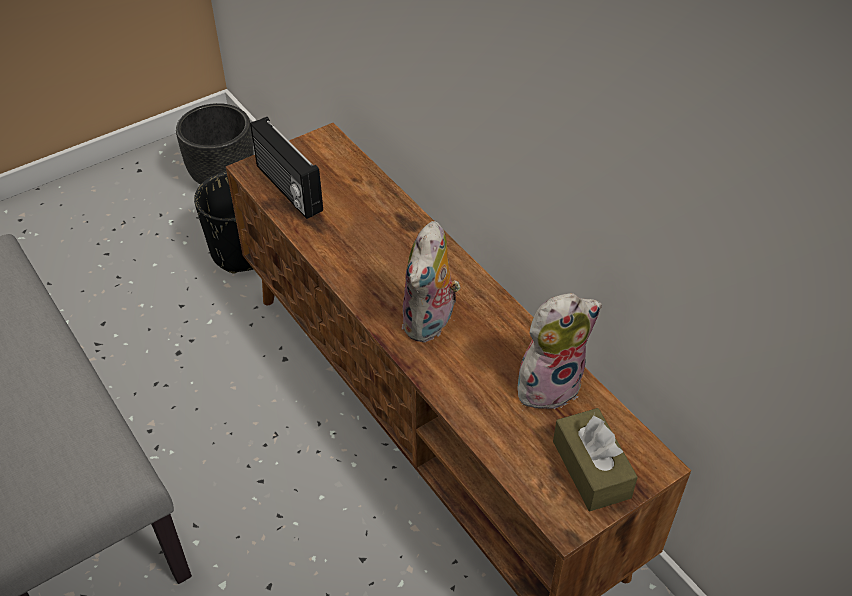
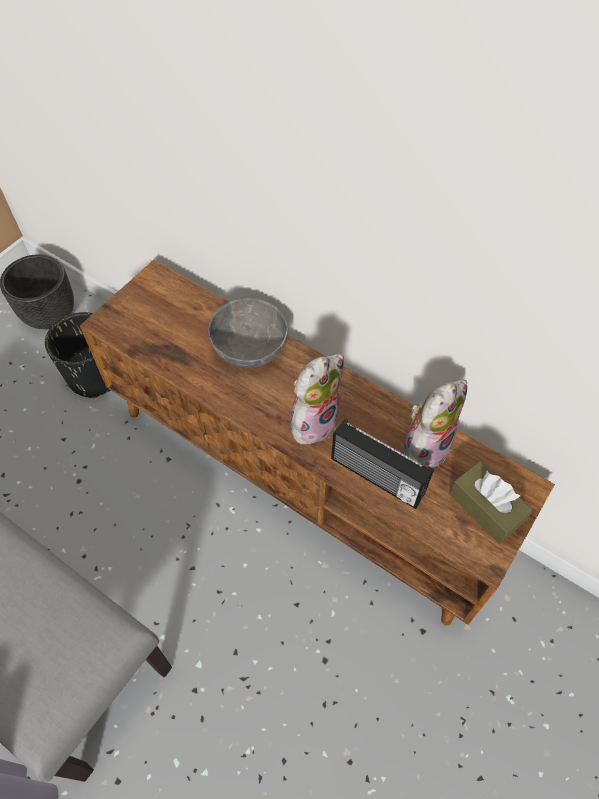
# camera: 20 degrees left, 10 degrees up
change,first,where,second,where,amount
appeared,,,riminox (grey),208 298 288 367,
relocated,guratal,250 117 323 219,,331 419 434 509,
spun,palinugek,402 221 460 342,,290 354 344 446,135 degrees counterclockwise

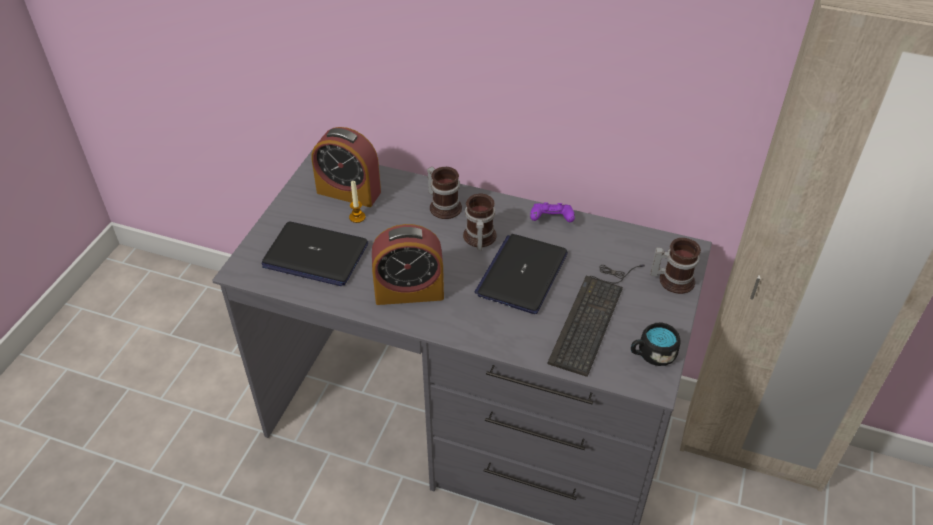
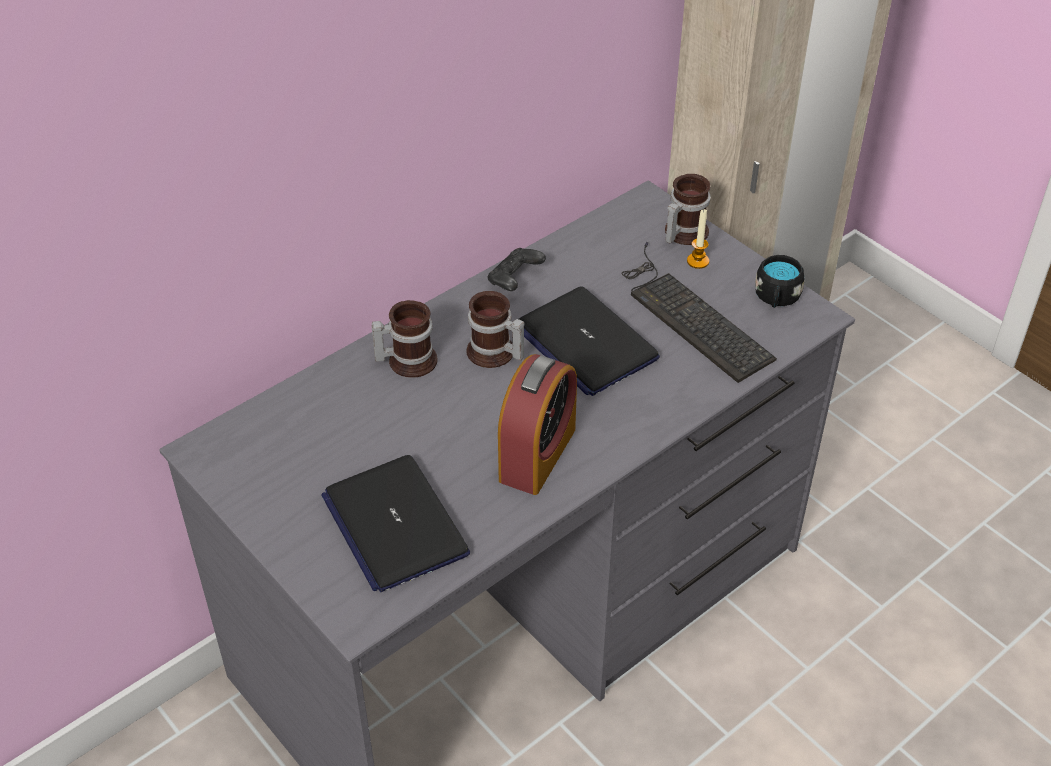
# camera: 60 degrees left, 0 degrees up
change,first,where,second,where,amount
missing,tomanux,312 127 381 207,,,
relocated,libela,349 181 366 223,,687 209 709 269,
colour,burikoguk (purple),530 203 575 222,burikoguk (black),487 248 546 291,
spun,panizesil,261 222 368 286,,321 455 470 592,105 degrees clockwise

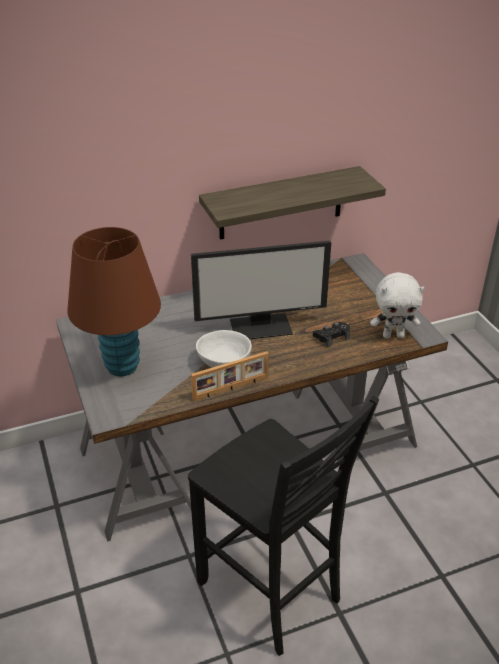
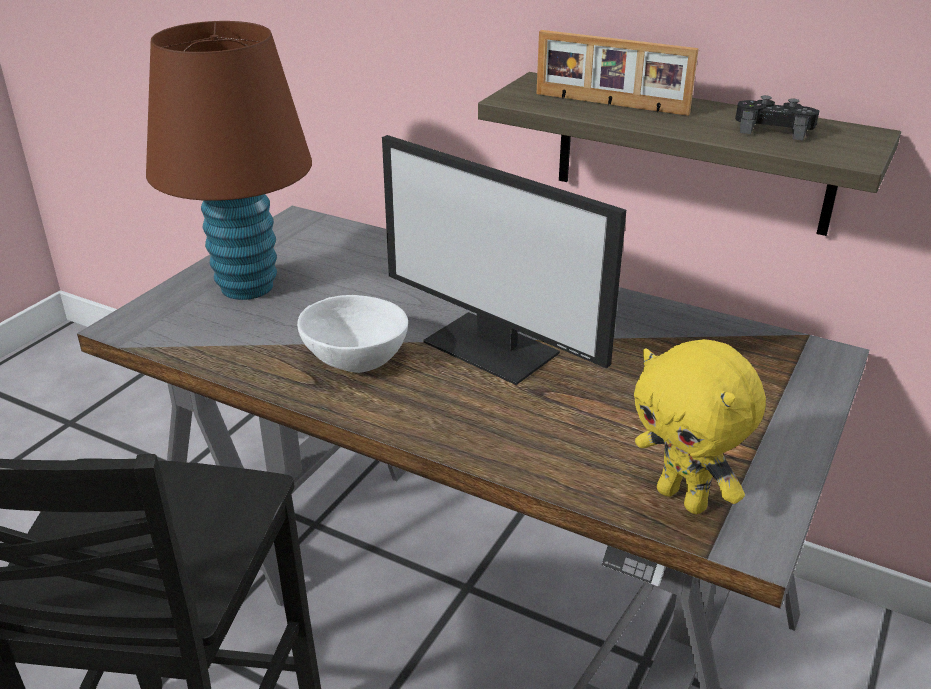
# camera: 50 degrees right, 5 degrees down
change,first,where,second,where,amount
relocated,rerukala,191 351 269 401,,536 30 699 116,
relocated,burikoguk (black),313 322 350 347,,735 95 820 141,
colour,palinugek (white),370 272 425 339,palinugek (yellow),634 339 766 514,

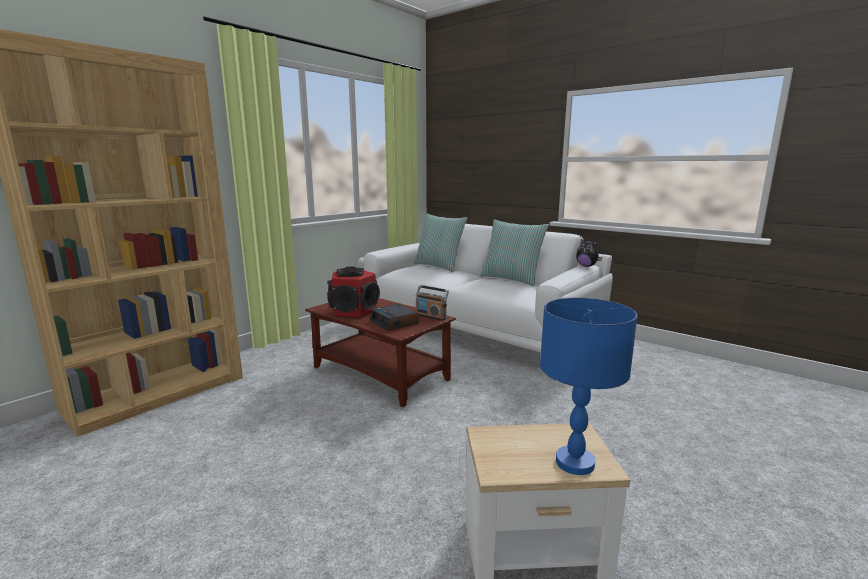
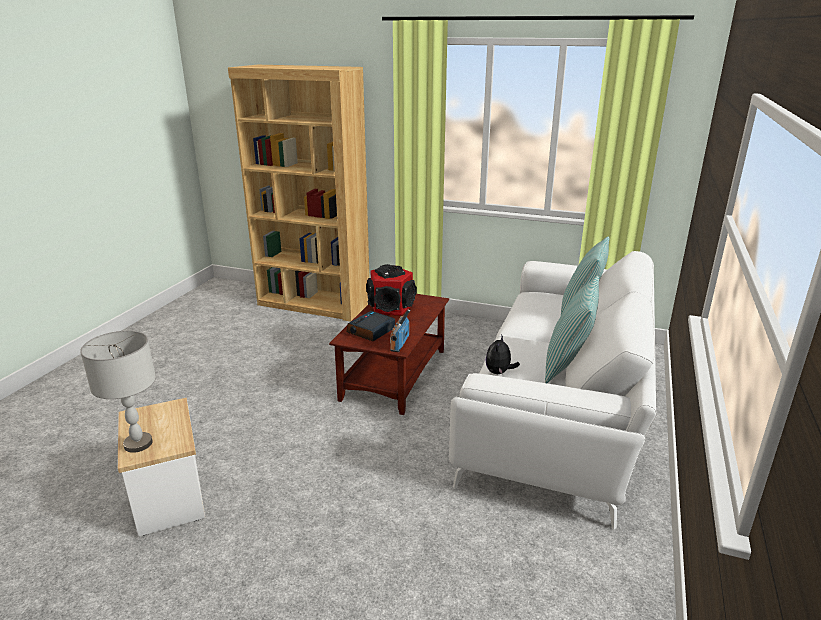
# camera: 70 degrees right, 10 degrees up
change,first,where,second,where,amount
relocated,palinugek,576 239 602 267,,486 336 520 374,
colour,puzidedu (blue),540 298 637 475,puzidedu (grey),80 331 156 453,

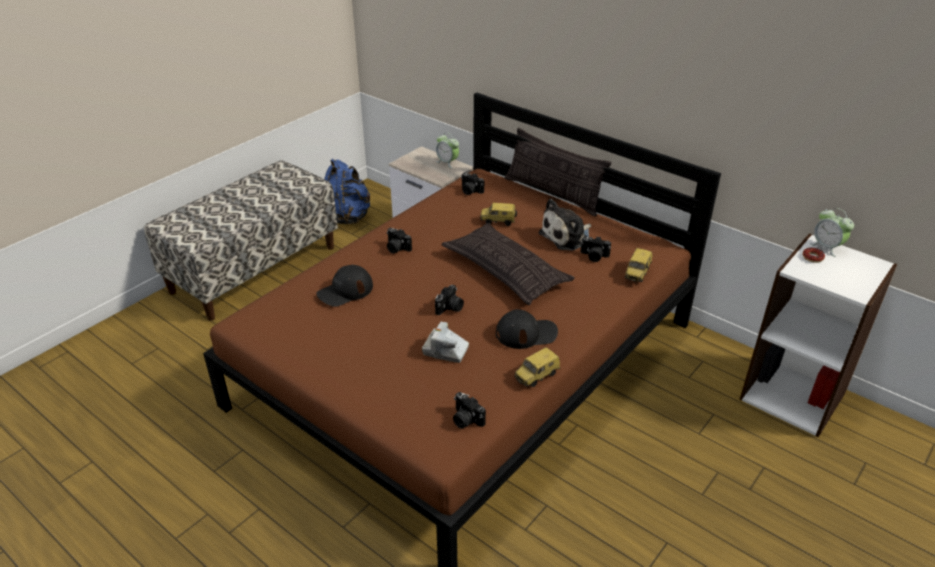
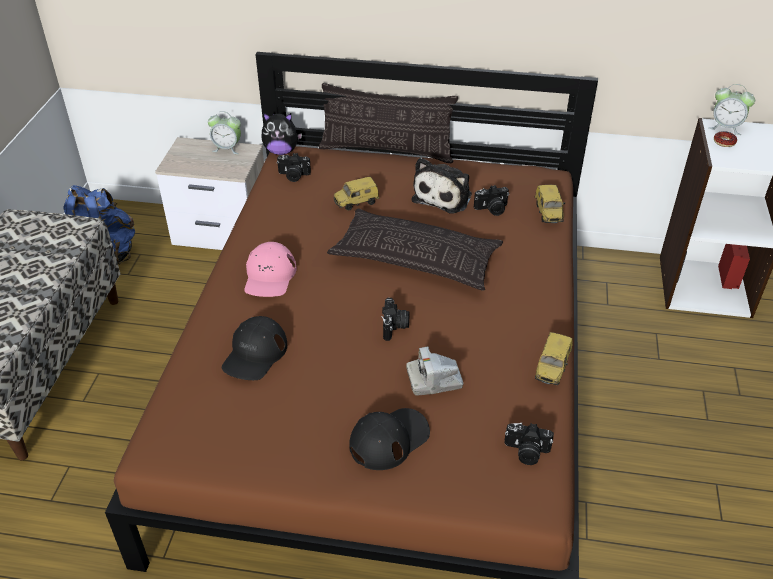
# camera: 30 degrees left, 5 degrees up
change,first,where,second,where,amount
appeared,,,palinugek,261 113 302 155,
relocated,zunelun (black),496 309 558 349,,349 408 430 470,
exchanged,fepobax,387 228 412 253,zunelun (pink),244 242 297 297,

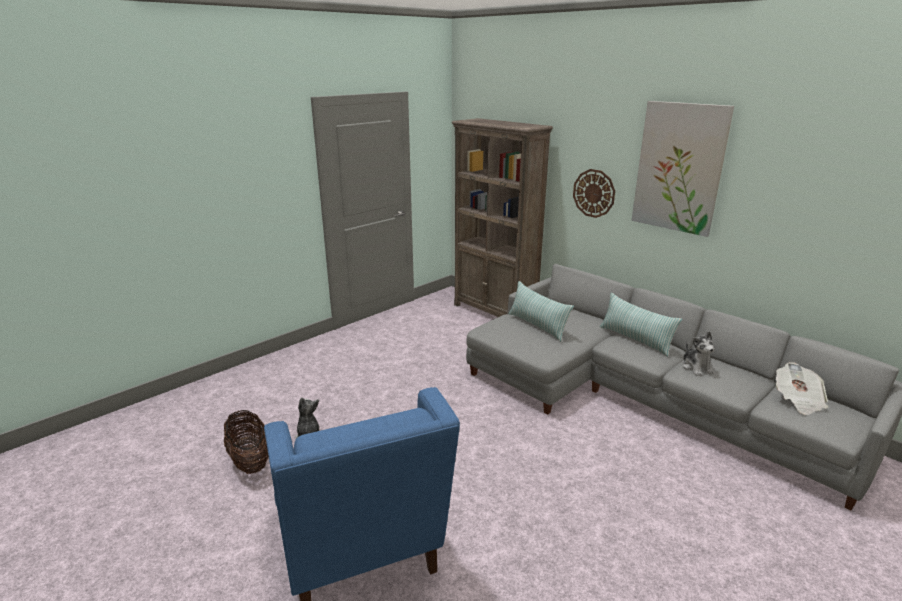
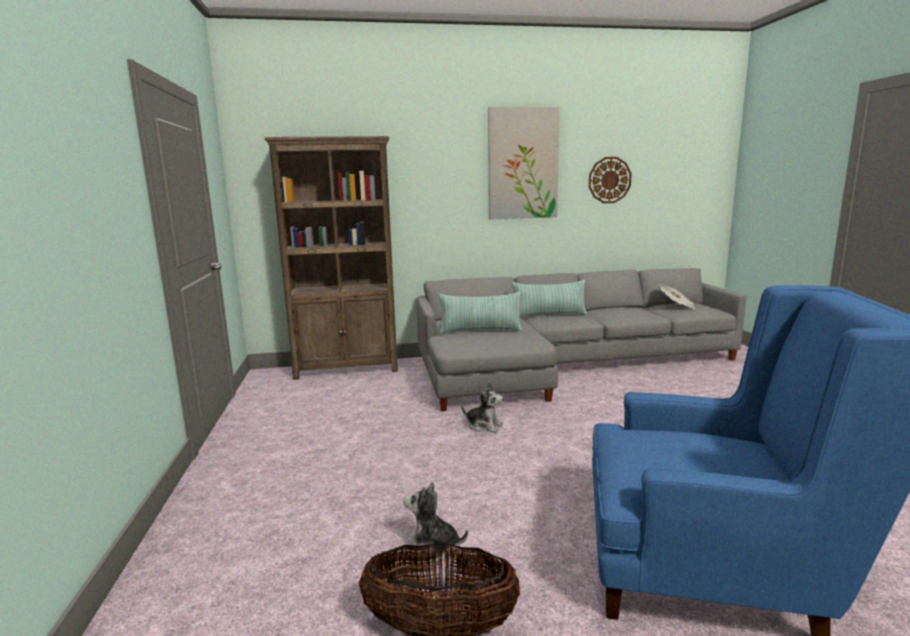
# camera: 55 degrees left, 10 degrees down
change,first,where,second,where,amount
relocated,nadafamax,573 169 615 218,,589 157 632 203,
relocated,palinugek,682 331 714 376,,462 382 504 433,

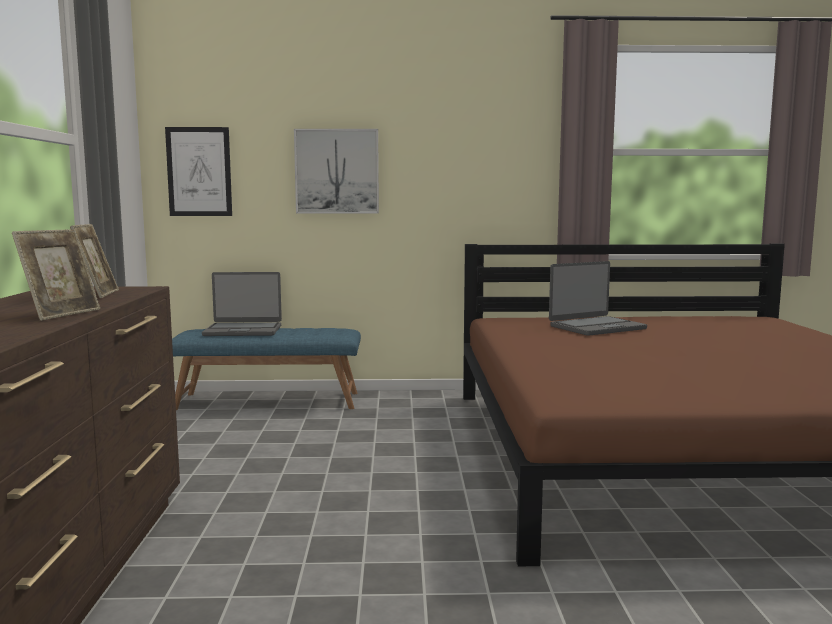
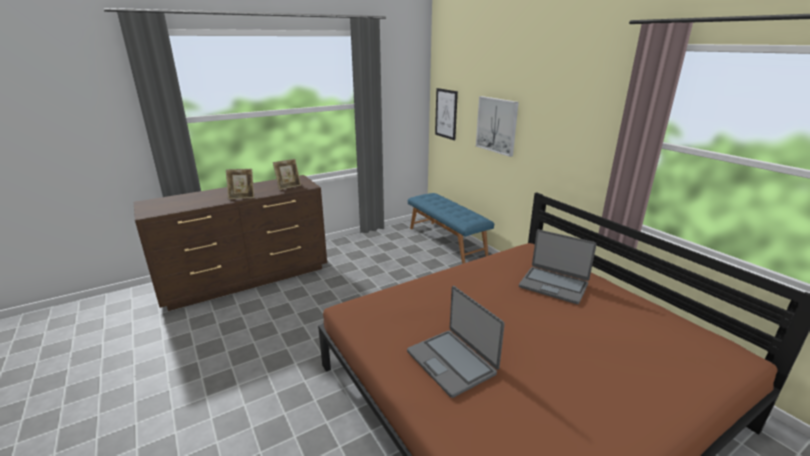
# camera: 60 degrees right, 15 degrees up
change,first,where,second,where,amount
relocated,panizesil,202 272 282 336,,407 286 505 398,

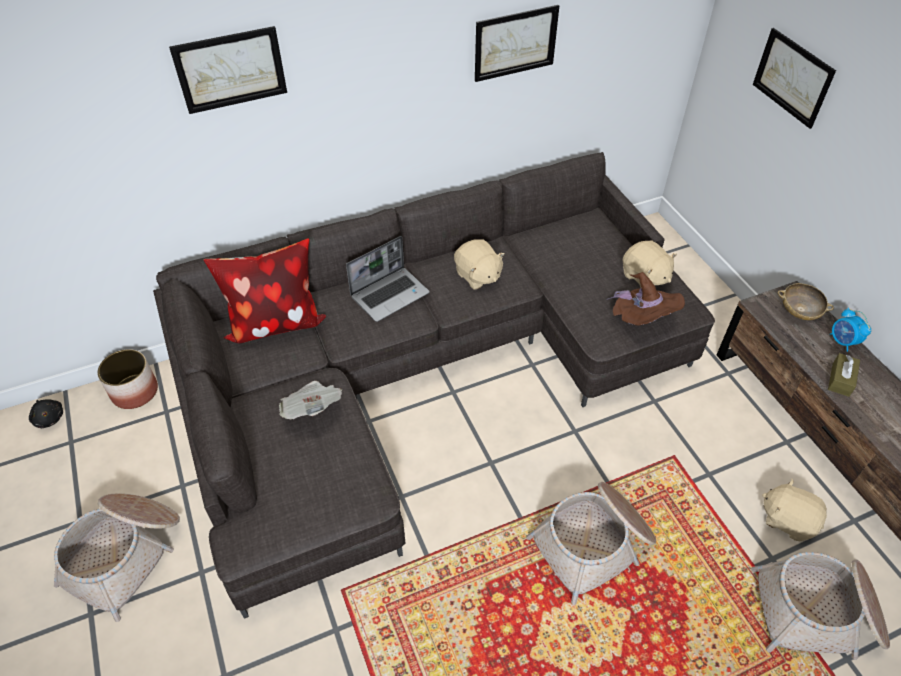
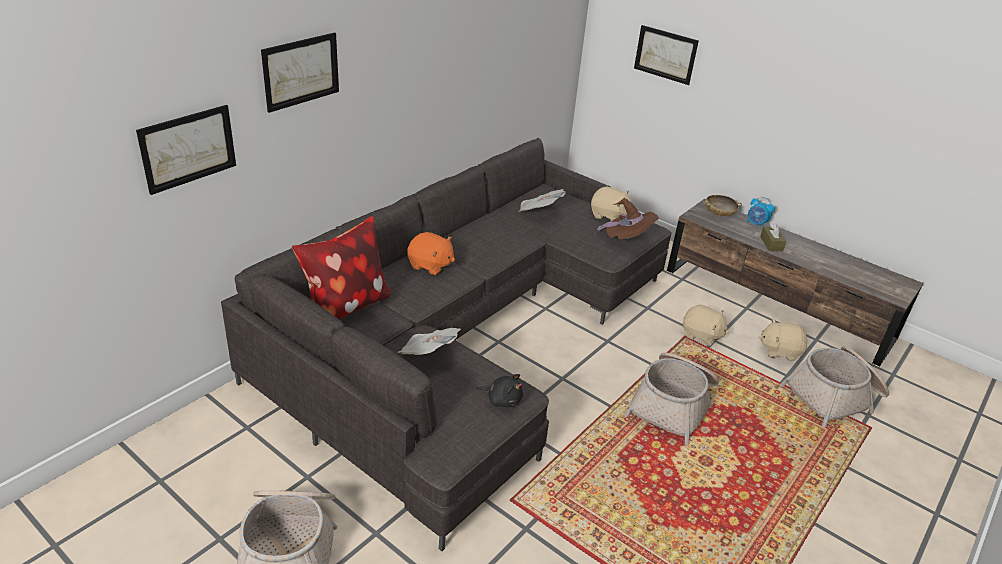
# camera: 30 degrees left, 15 degrees down
change,first,where,second,where,amount
missing,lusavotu,97 349 158 409,,,
appeared,,,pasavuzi,519 189 566 212,
relocated,palinugek (black),29 399 63 428,,476 374 523 407,
relocated,palinugek (beige),454 239 505 290,,683 304 729 346,
relocated,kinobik,475 5 559 82,,136 105 236 195,
exchanged,panizesil,346 236 430 322,palinugek (orange),407 232 455 275,

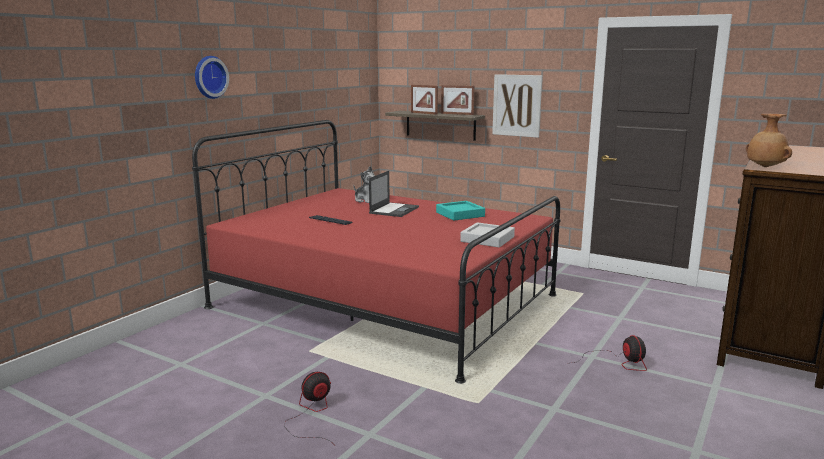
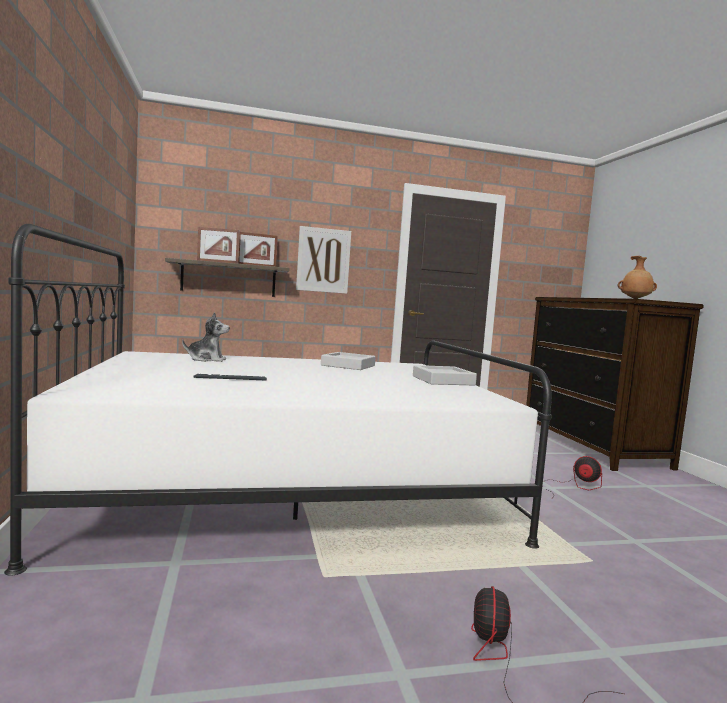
# camera: 45 degrees left, 10 degrees down
change,first,where,second,where,amount
missing,nadafamax,195 56 229 99,,,
missing,panizesil,369 171 419 217,,,
colour,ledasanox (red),192 120 561 384,ledasanox (white),4 224 552 576,
colour,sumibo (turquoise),436 201 485 221,sumibo (grey),321 352 376 370,

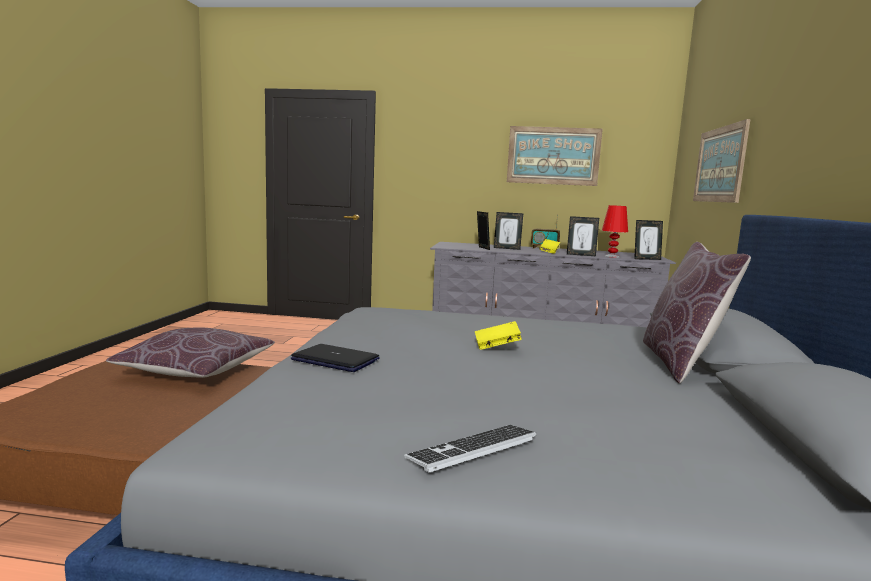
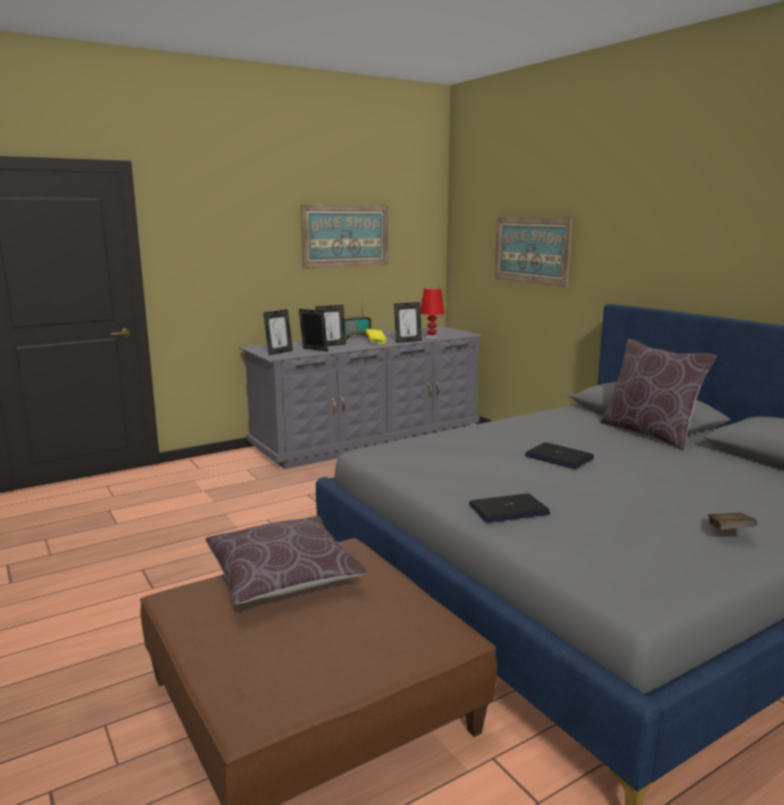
# camera: 40 degrees left, 5 degrees up
change,first,where,second,where,amount
relocated,rerukala,634 220 663 260,,263 309 293 355,
exchanged,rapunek,404 425 537 473,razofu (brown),708 513 757 530,
exchanged,razofu (yellow),475 321 522 350,panizesil,525 442 594 469,

